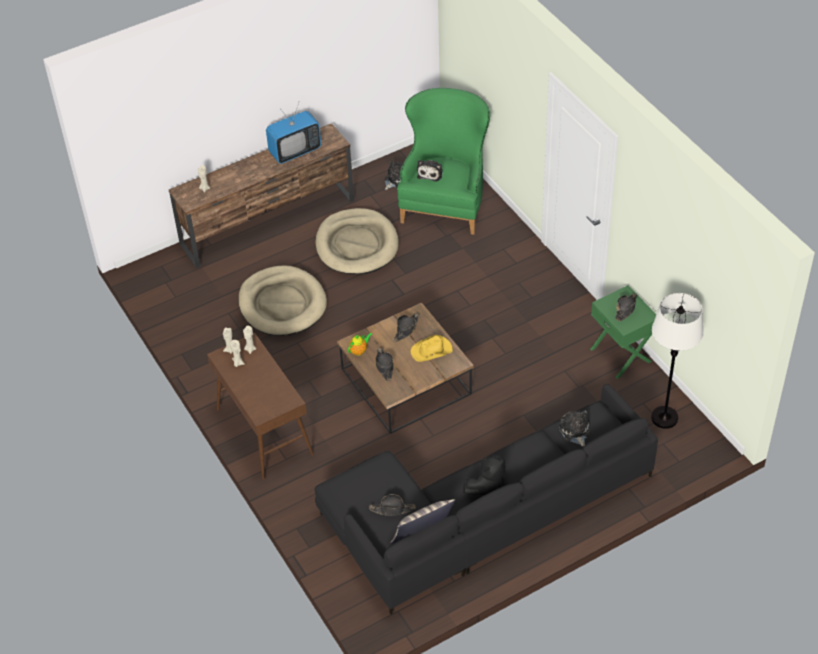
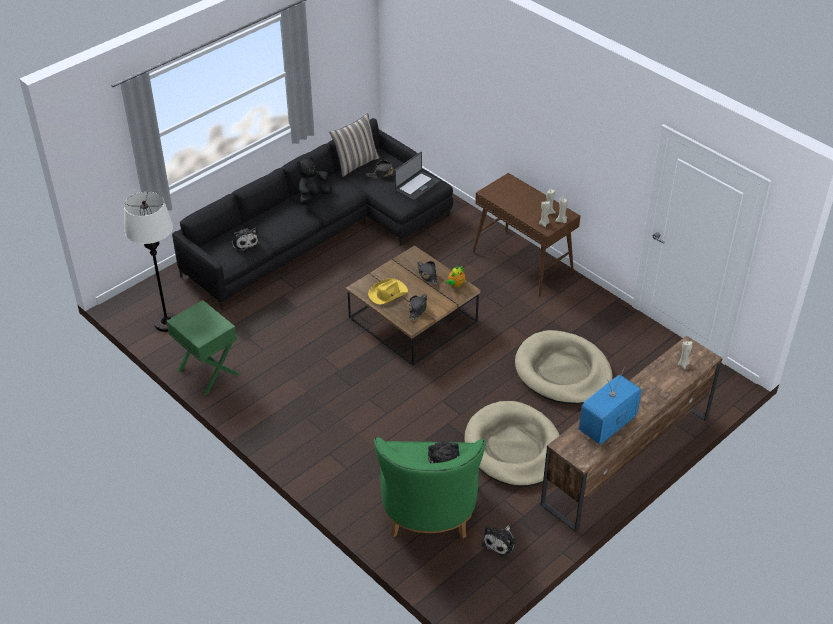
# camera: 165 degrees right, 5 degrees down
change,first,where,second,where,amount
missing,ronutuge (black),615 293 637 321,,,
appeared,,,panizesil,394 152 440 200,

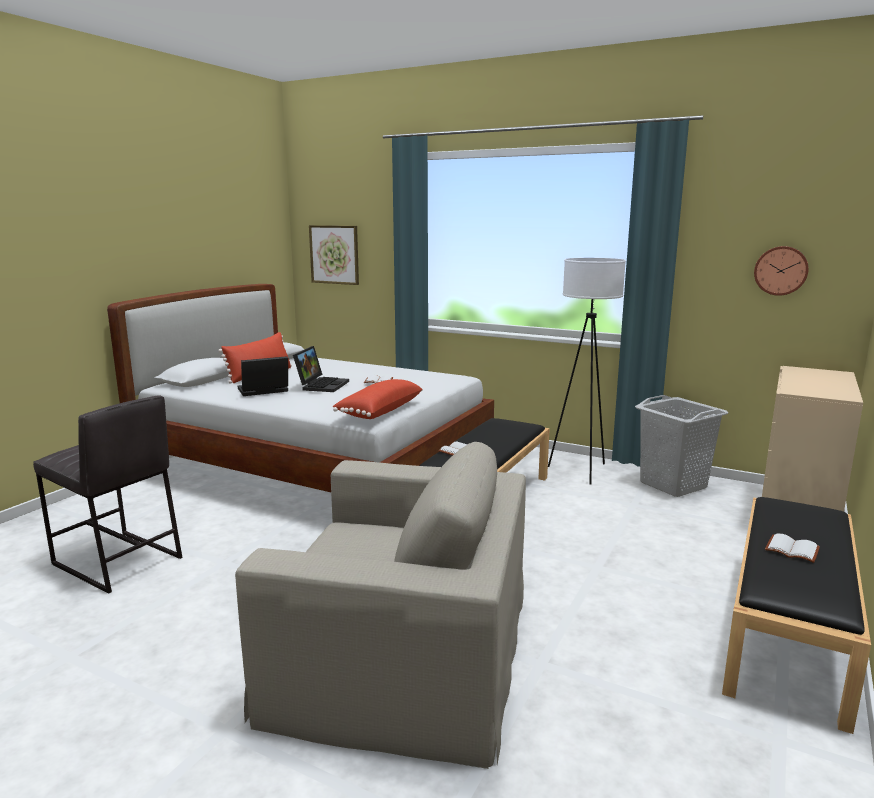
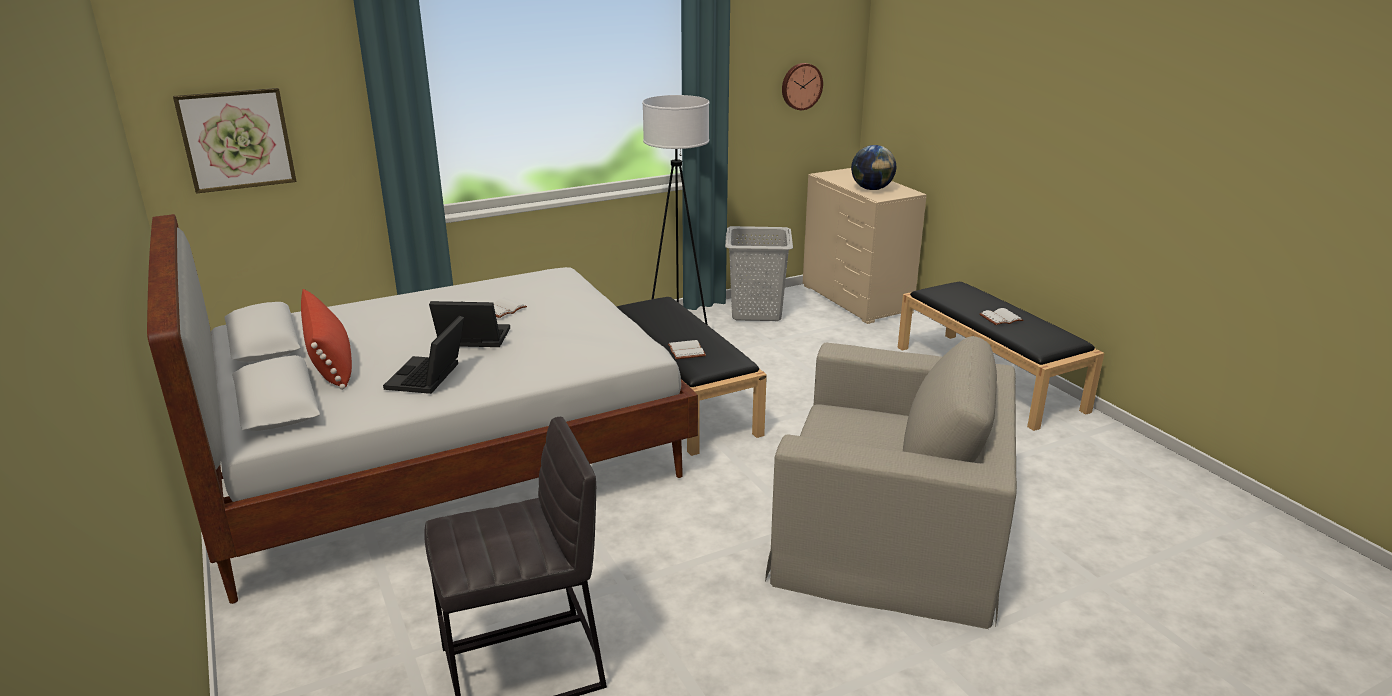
# camera: 55 degrees left, 10 degrees up
change,first,where,second,where,amount
missing,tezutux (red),333 379 423 419,,,
appeared,,,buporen,851 145 896 190,
spun,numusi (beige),235 442 526 769,,765 336 1017 629,60 degrees clockwise
spun,panizesil,293 346 349 392,,429 301 510 347,45 degrees counterclockwise

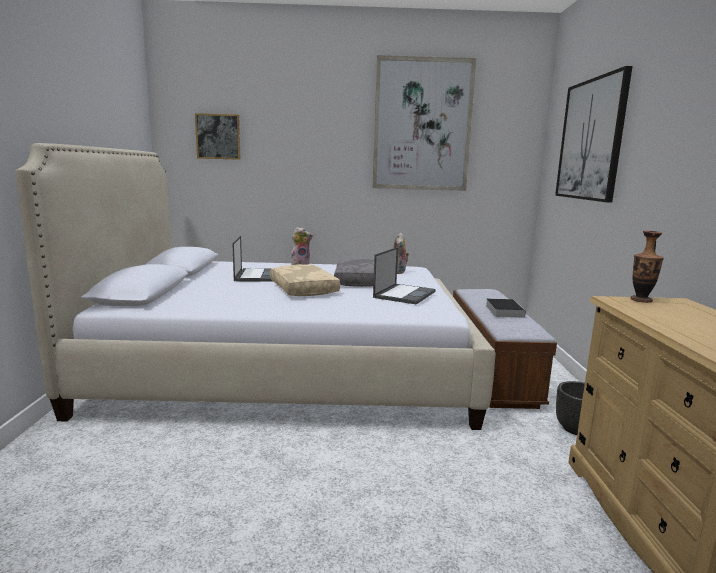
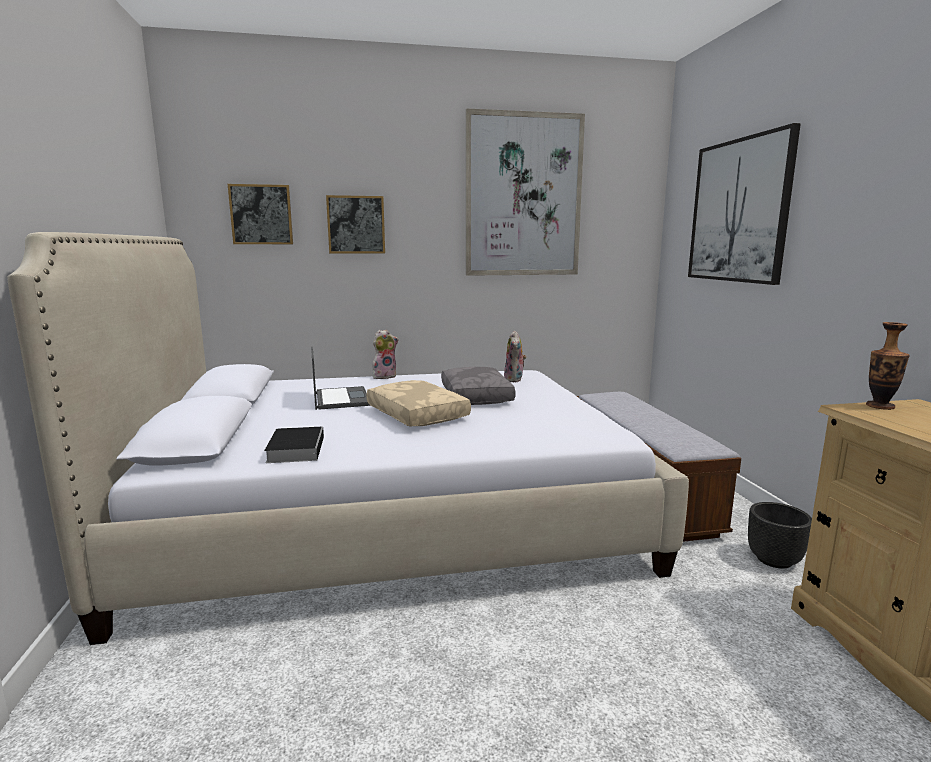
# camera: 10 degrees left, 0 degrees up
change,first,where,second,where,amount
missing,panizesil,373 247 436 304,,,
appeared,,,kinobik,326 195 385 254,
relocated,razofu,485 298 526 318,,264 427 324 463,

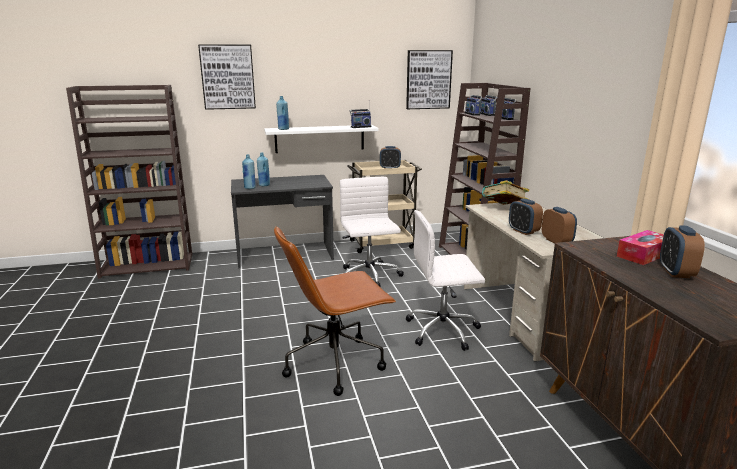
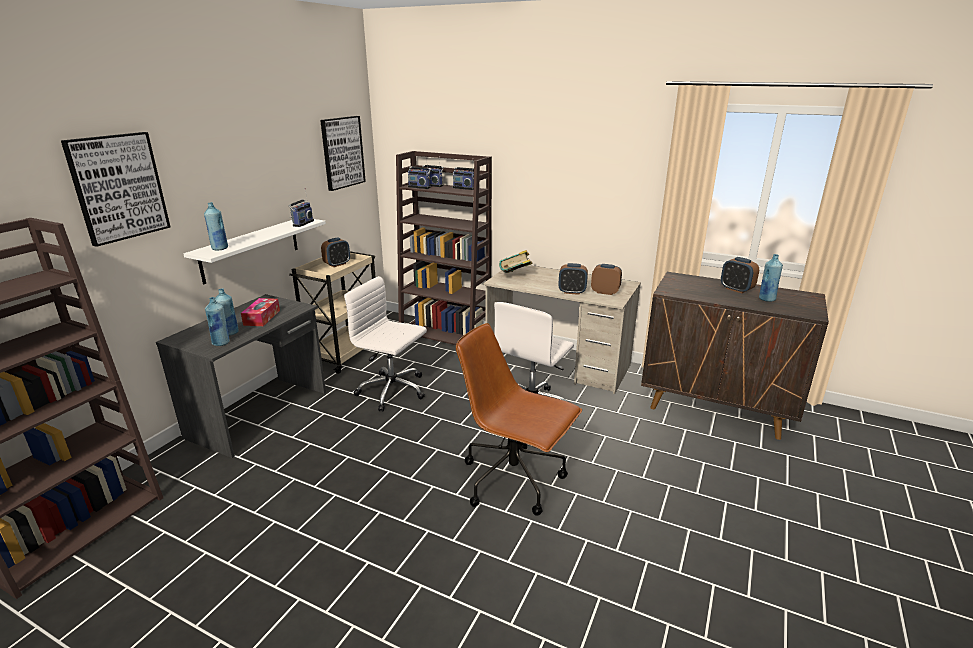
# camera: 50 degrees left, 5 degrees up
change,first,where,second,where,amount
appeared,,,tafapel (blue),759 254 783 302,
relocated,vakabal,617 230 664 265,,241 298 280 326,
spun,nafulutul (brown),274 226 396 396,,456 323 582 516,105 degrees clockwise

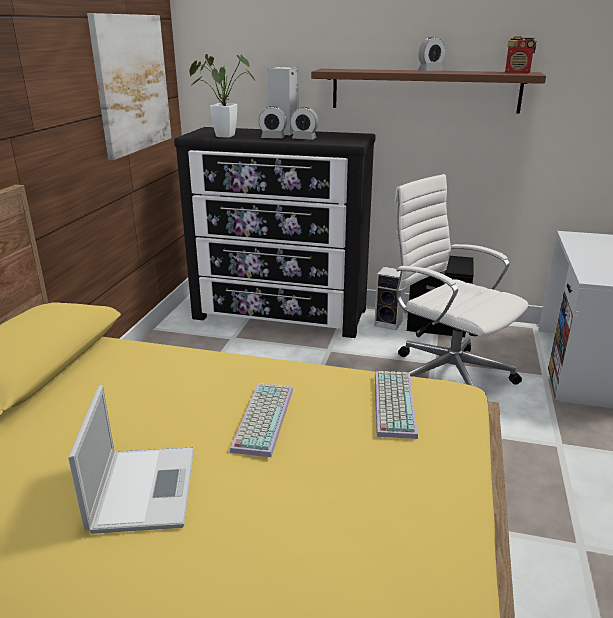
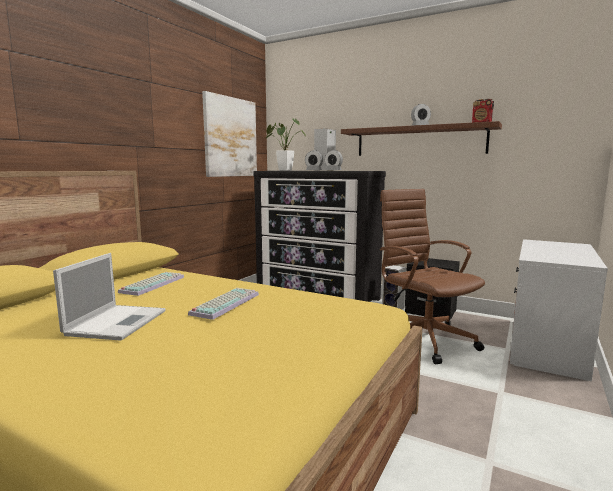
# camera: 15 degrees right, 15 degrees down
change,first,where,second,where,amount
relocated,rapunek,375 371 418 439,,118 272 184 296,
colour,nafulutul (white),394 174 529 386,nafulutul (brown),380 189 485 364,

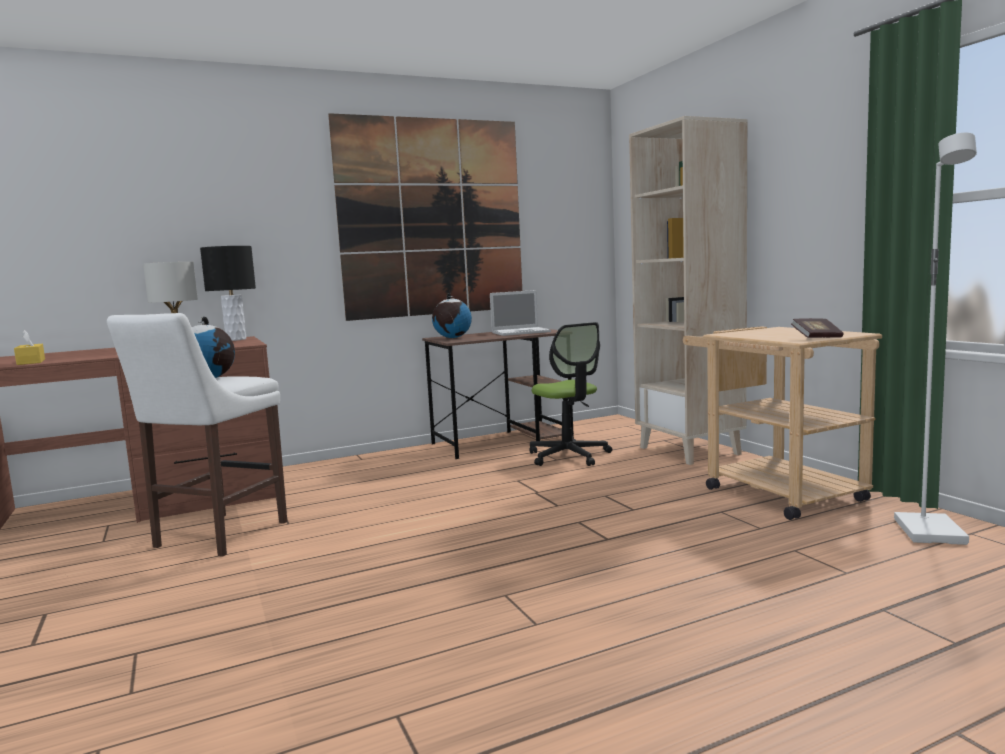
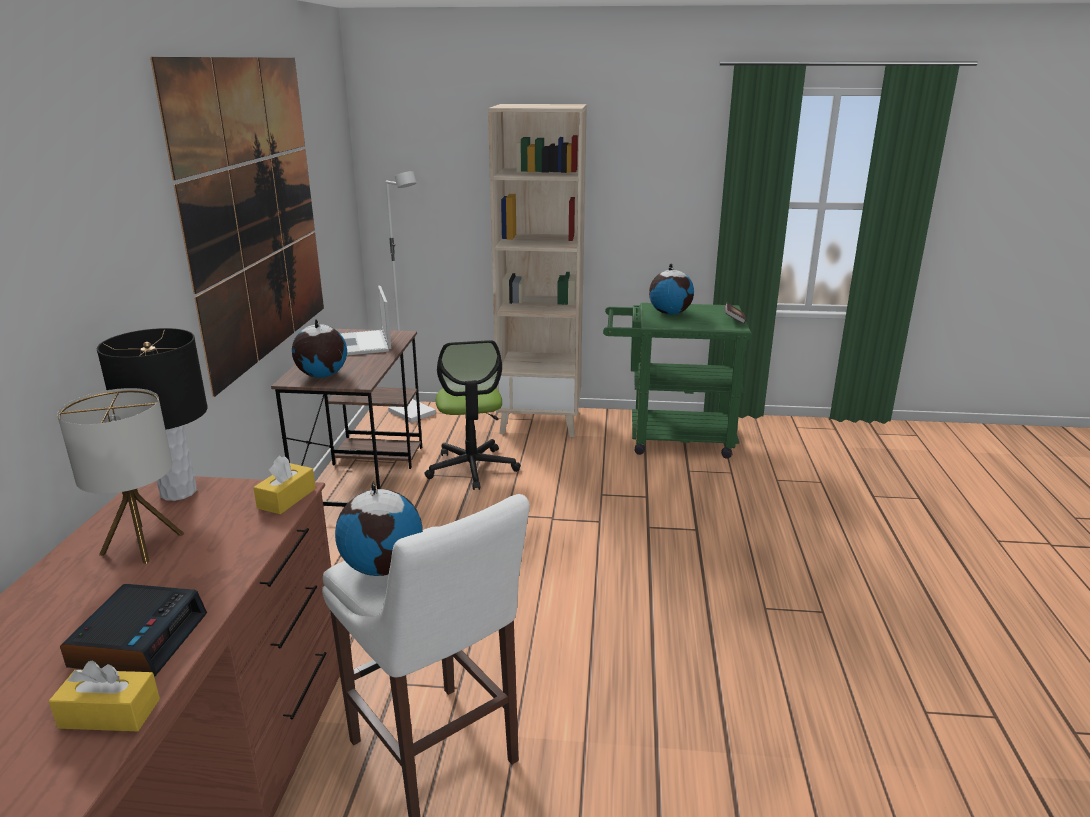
# camera: 60 degrees left, 15 degrees up
change,first,where,second,where,amount
appeared,,,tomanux,60 584 207 676,
appeared,,,vakabal (yellow),253 456 316 514,
appeared,,,buporen,649 264 694 315,
relocated,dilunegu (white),894 133 977 545,,386 171 436 423,
colour,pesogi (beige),683 326 882 520,pesogi (green),603 303 752 459,
spun,panizesil,490 290 551 336,,340 286 391 356,150 degrees clockwise
spun,nafulutul,529 322 612 466,,425 340 521 490,75 degrees clockwise

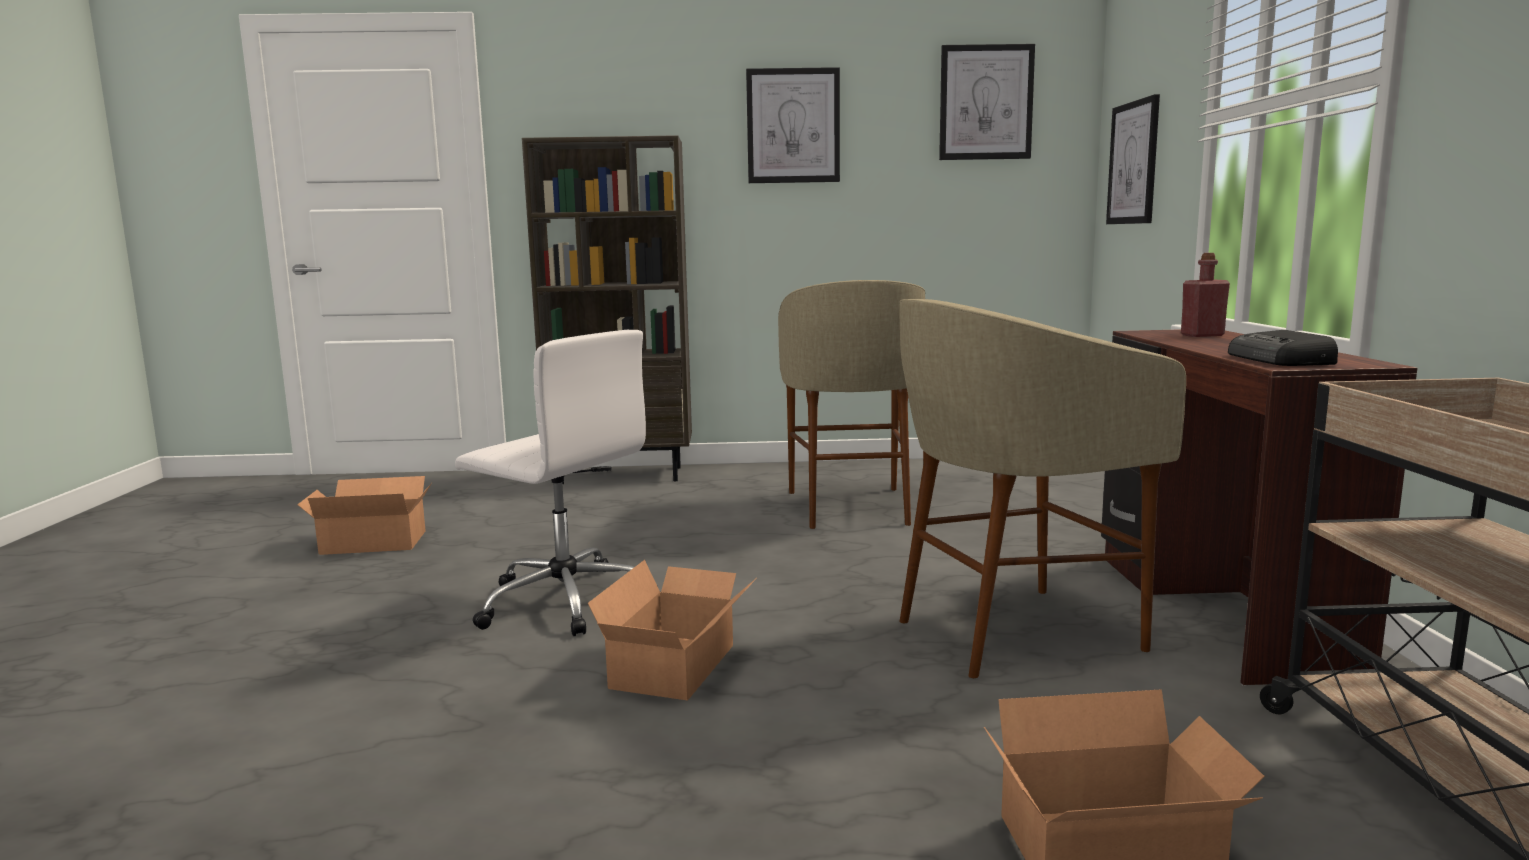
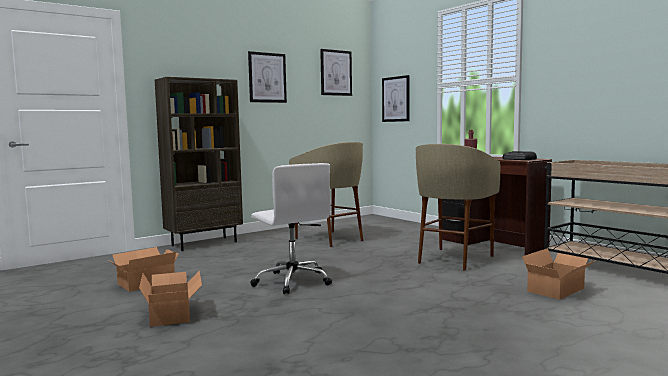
# camera: 35 degrees left, 5 degrees down
change,first,where,second,where,amount
relocated,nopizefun,588 560 757 701,,139 271 202 327,
spun,nafulutul (white),455 330 646 636,,250 163 332 294,60 degrees clockwise

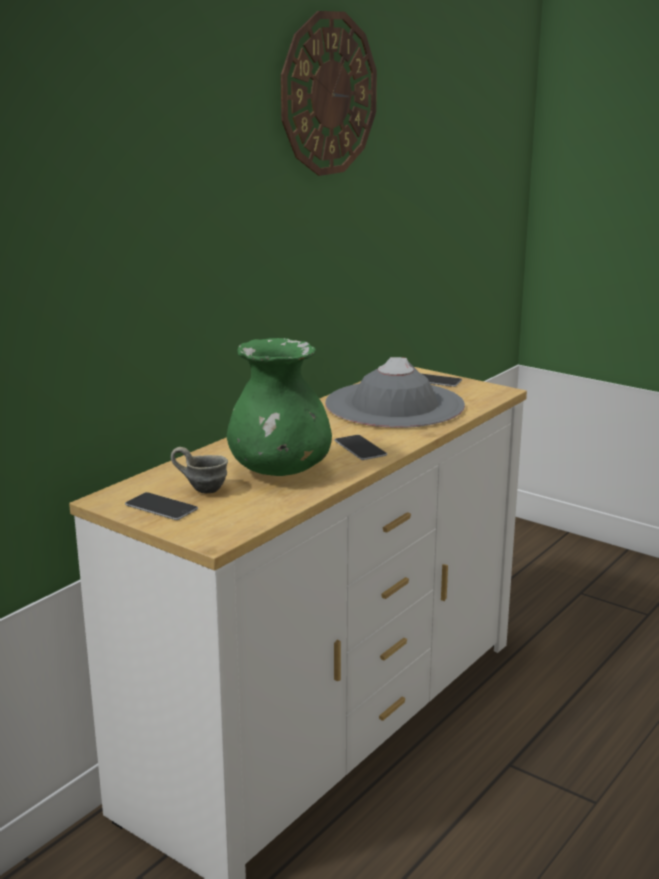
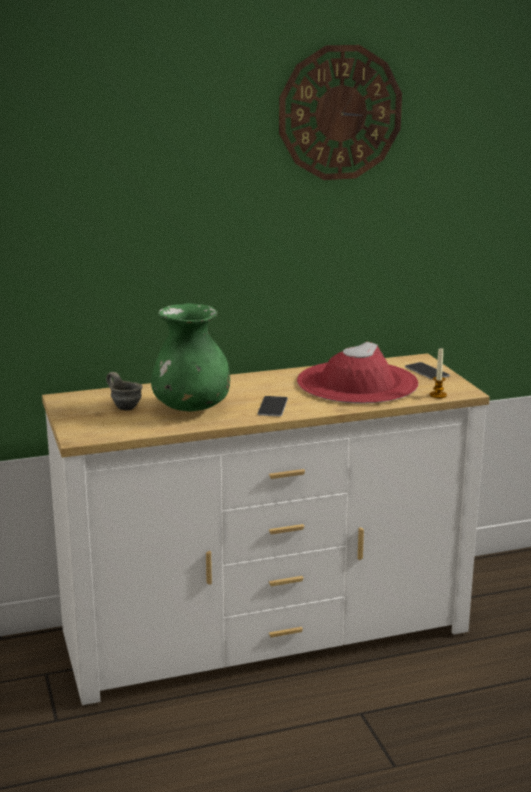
# camera: 35 degrees right, 0 degrees up
change,first,where,second,where,amount
missing,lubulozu,125 492 198 520,,,
appeared,,,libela,430 348 447 398,
colour,ronutuge (grey),325 357 465 428,ronutuge (red),297 342 418 404,

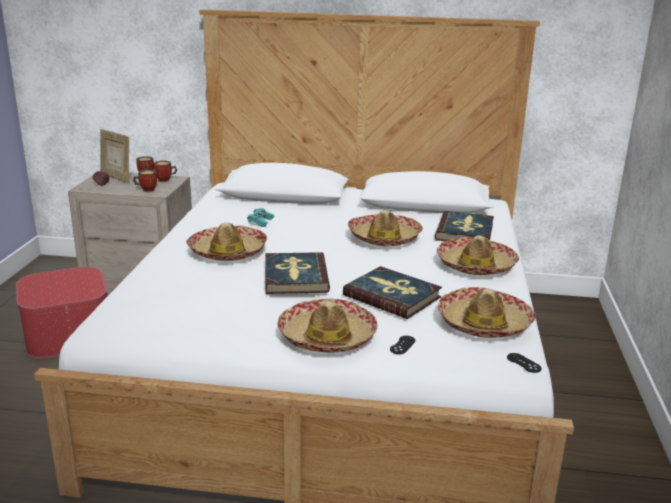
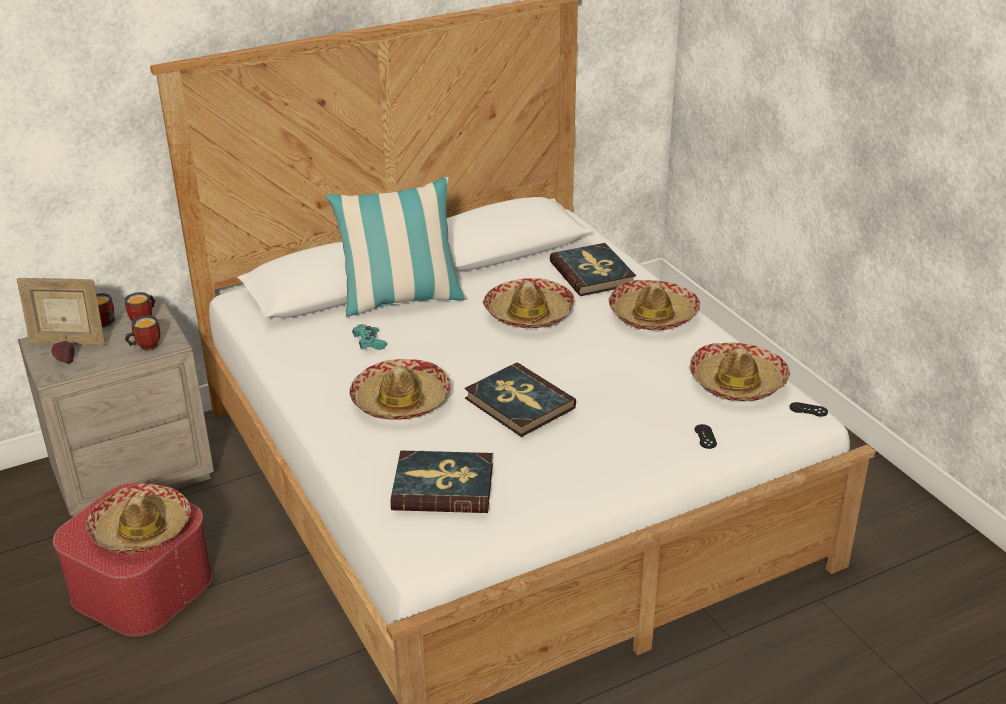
# camera: 35 degrees left, 10 degrees up
change,first,where,second,where,amount
appeared,,,tezutux,325 177 467 317,
relocated,ronutuge,277 298 378 353,,86 484 191 554,
relocated,razofu,343 266 442 319,,390 451 493 513,

